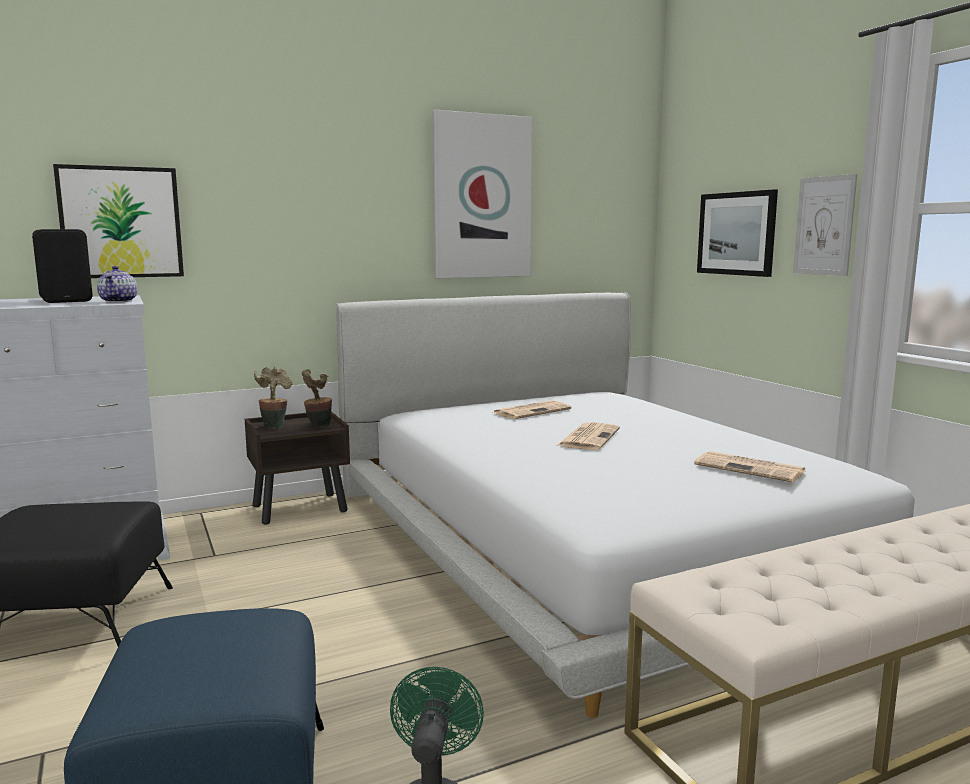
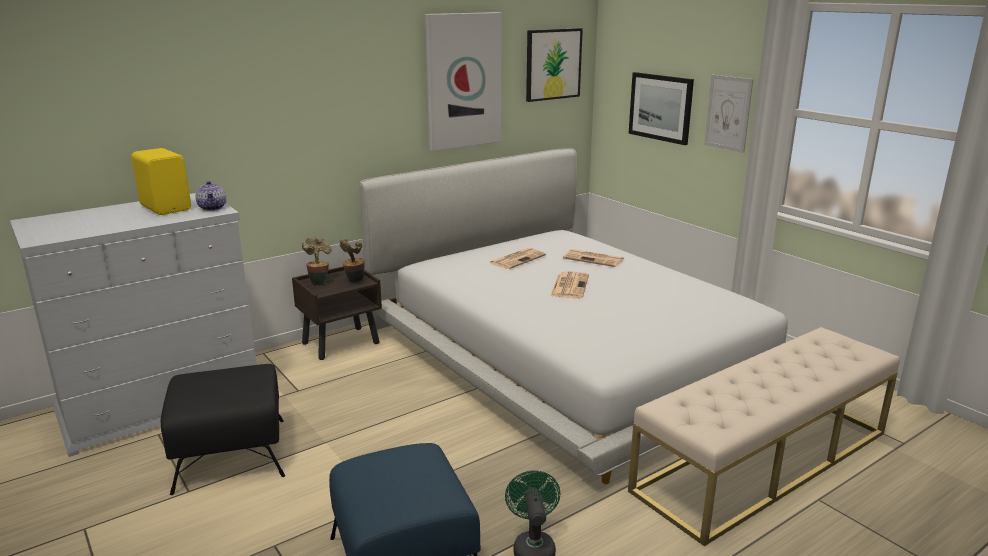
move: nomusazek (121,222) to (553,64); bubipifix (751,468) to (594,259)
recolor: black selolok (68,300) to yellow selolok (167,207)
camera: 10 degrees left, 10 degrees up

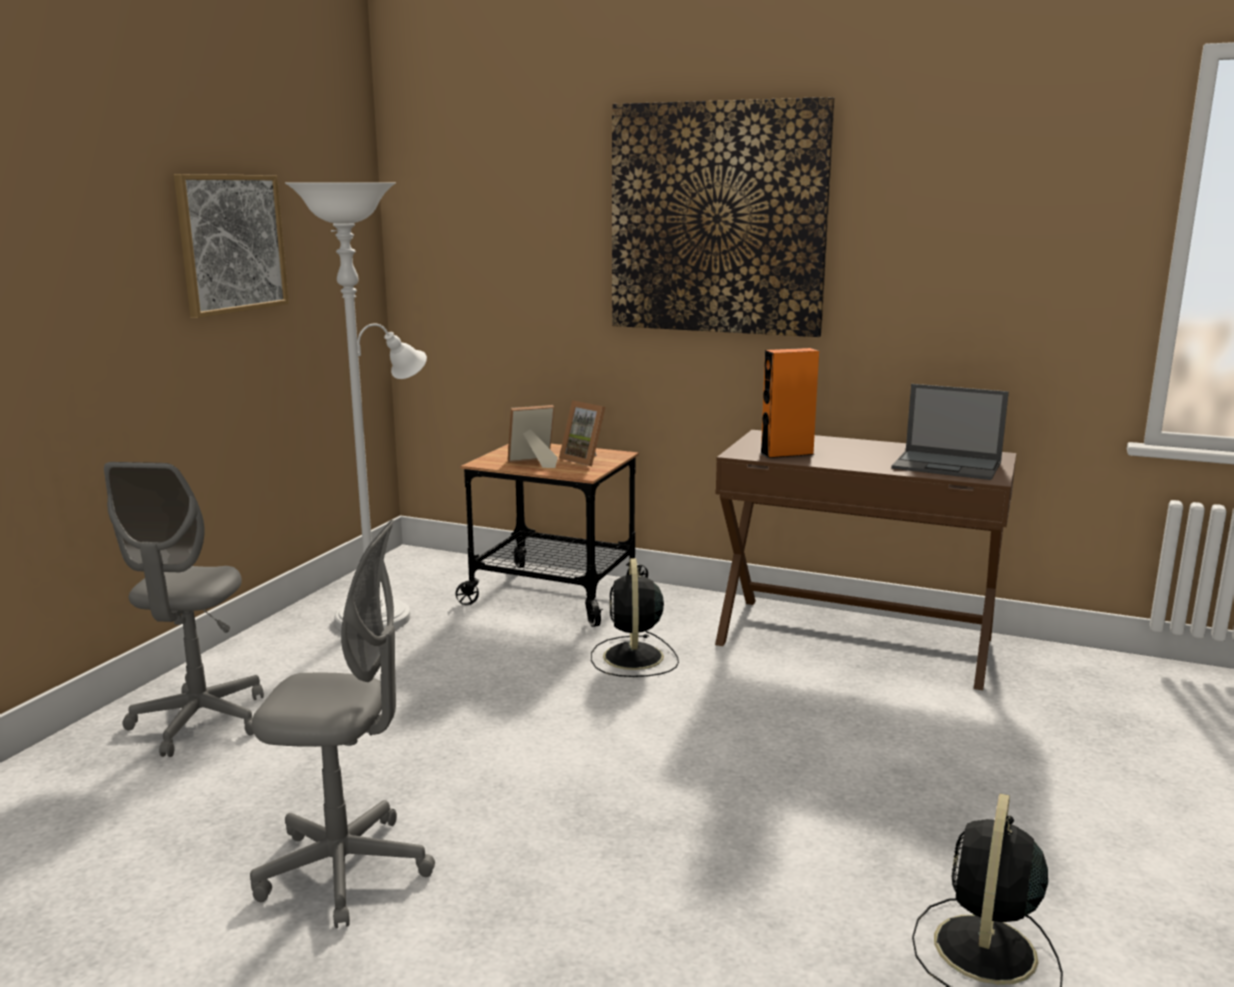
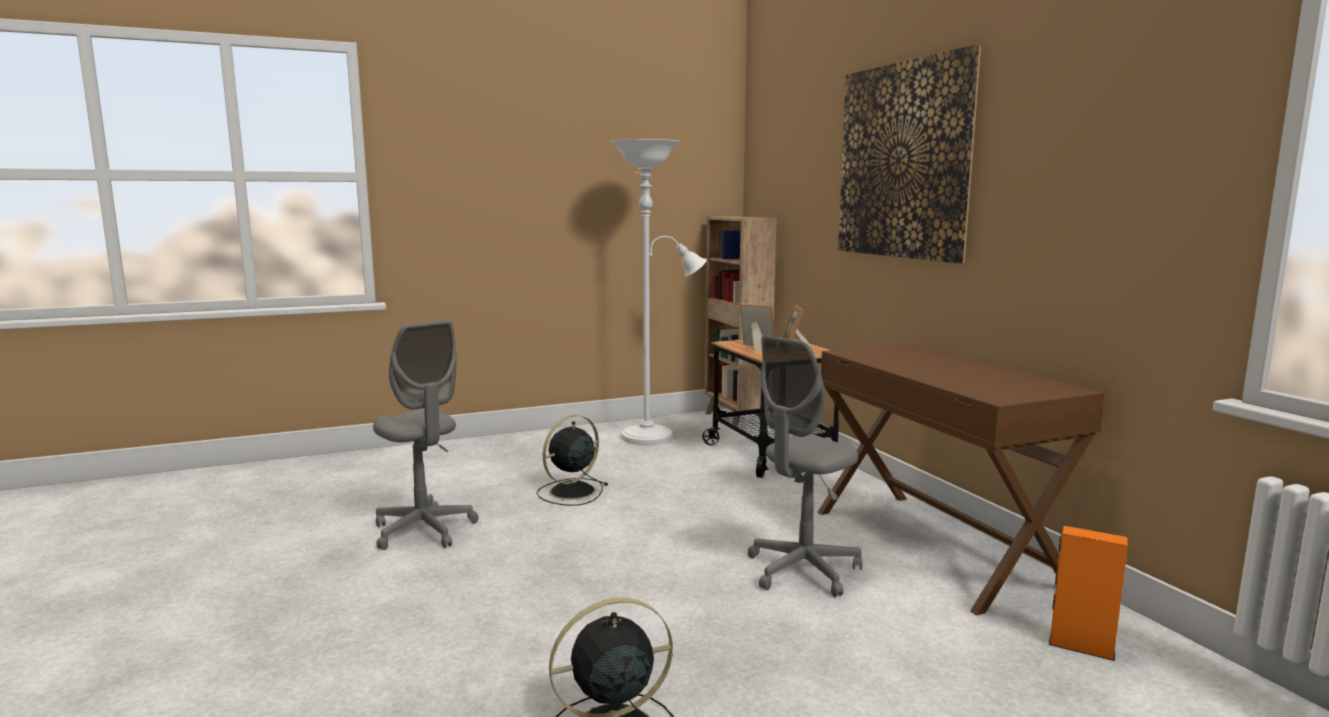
delete: nomusazek (231,243); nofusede (948,466)
insert: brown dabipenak (736,419)
move: orange selolok (787,453) to (1081,647); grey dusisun (200,721) to (803,571); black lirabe (633,658) to (570,492)
camera: 45 degrees right, 5 degrees down

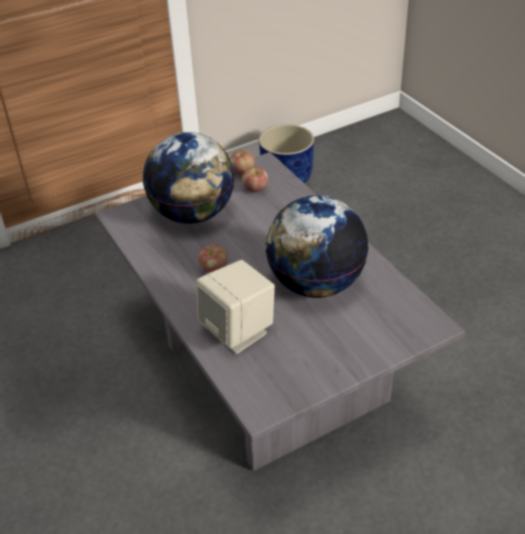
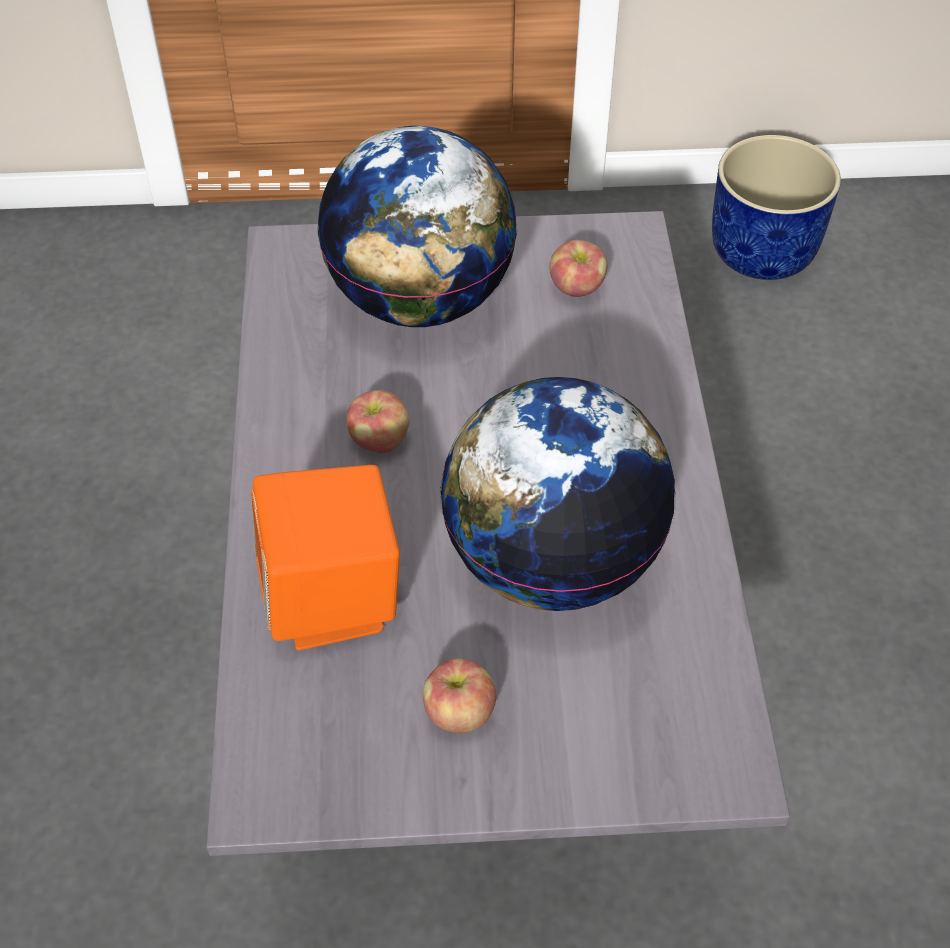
move: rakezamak (242,172) to (459,713)
recolor: beige selolok (238,331) to orange selolok (333,601)
camera: 25 degrees right, 10 degrees up

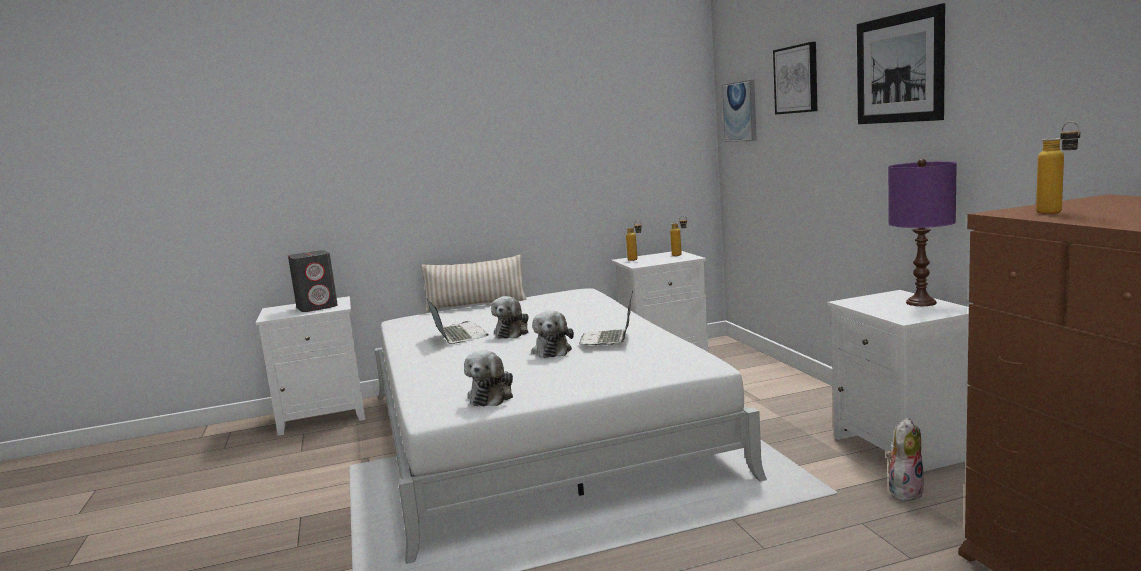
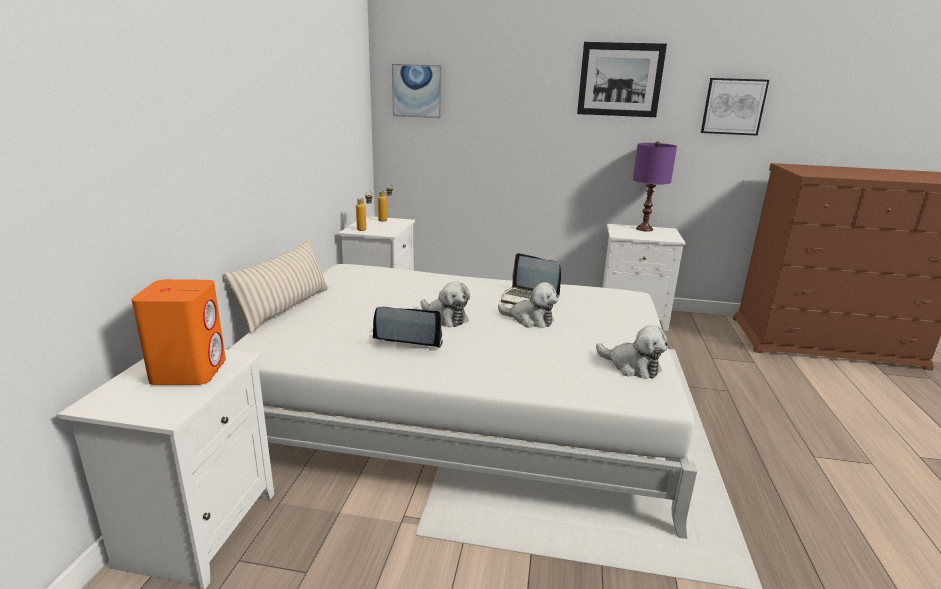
delete: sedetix (1057,213); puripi (904,491)
move: nomusazek (797,79) to (733,106)
recolor: grey selolok (317,307) to orange selolok (189,371)
camera: 65 degrees left, 10 degrees up

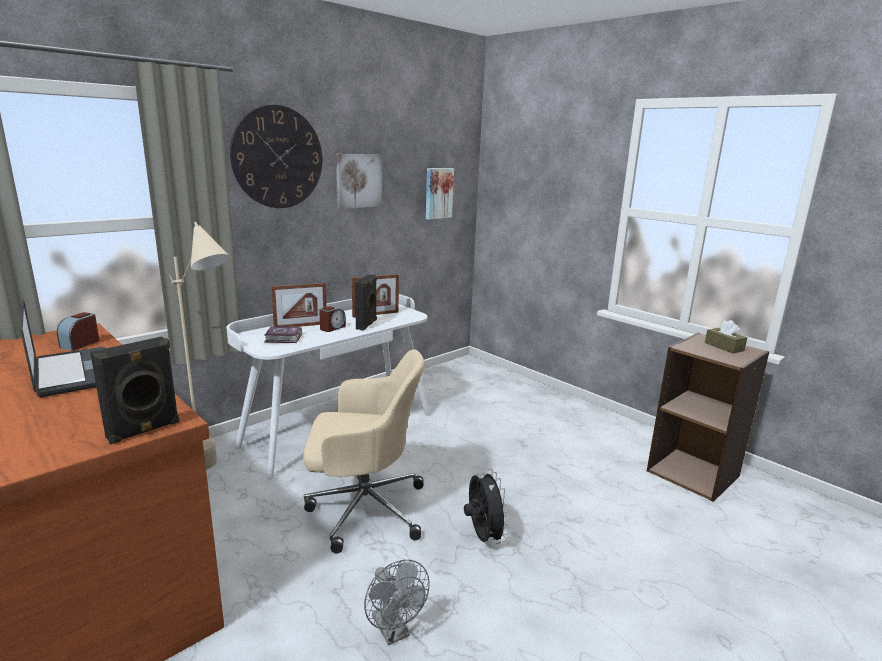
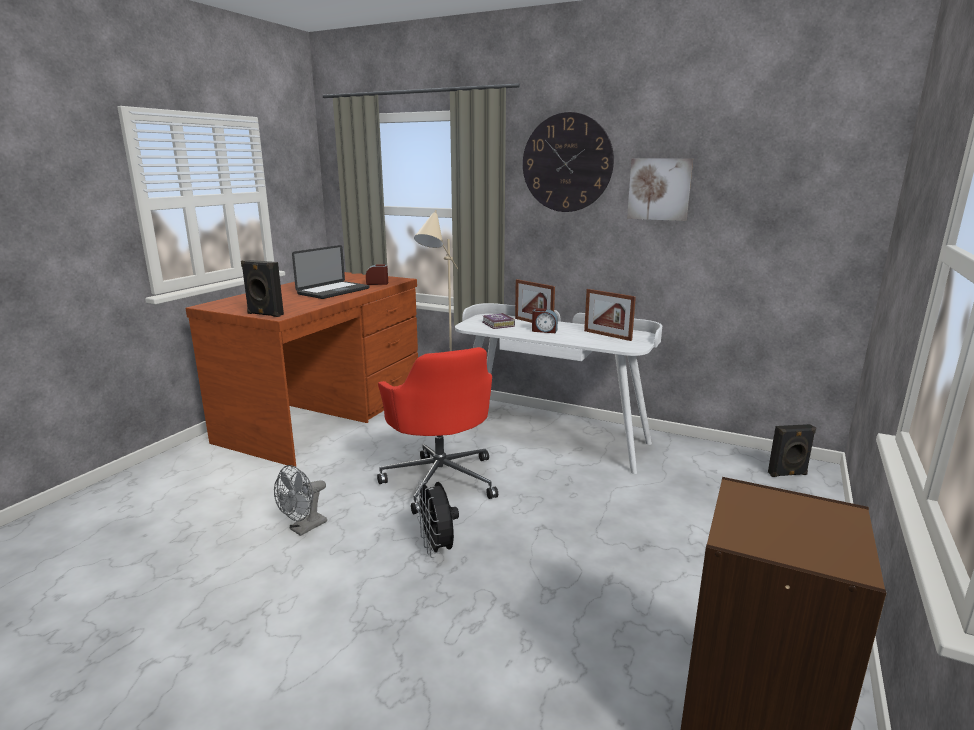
delete: nomusazek (438,193); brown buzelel (724,347)
move: black selolok (367,325) to (788,474)
recolor: beige dusisun (363,508) to red dusisun (441,480)
rotate: black lirabe (482,537) = (437,549) 105 degrees clockwise
camera: 70 degrees right, 0 degrees up

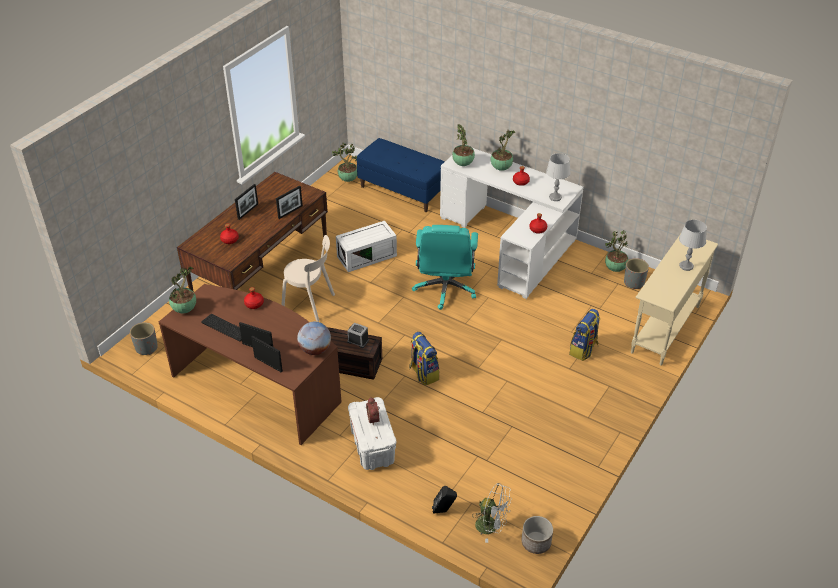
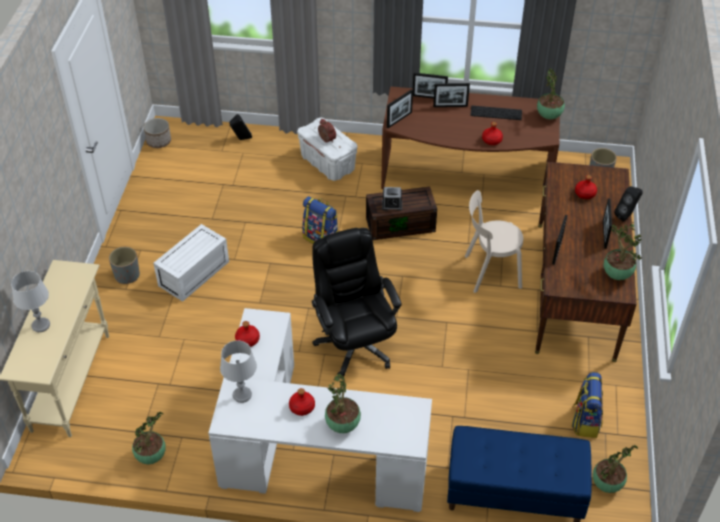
delete: white lirabe (491,526)
insert: black selolok (626,215)
move: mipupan (463,164) to (616,274); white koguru (367,255) to (194,274); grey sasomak (634,283) to (127,275); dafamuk (583,350) to (585,421)
replace: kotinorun (315,350) to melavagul (399,120)
recolor: turquoise dusisun (445,289) to black dusisun (355,344)
camera: 155 degrees right, 5 degrees up

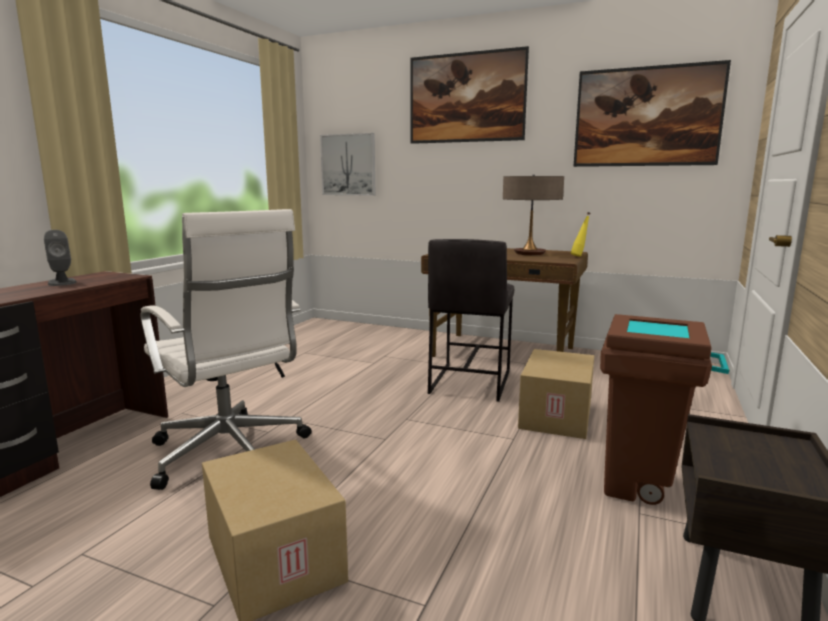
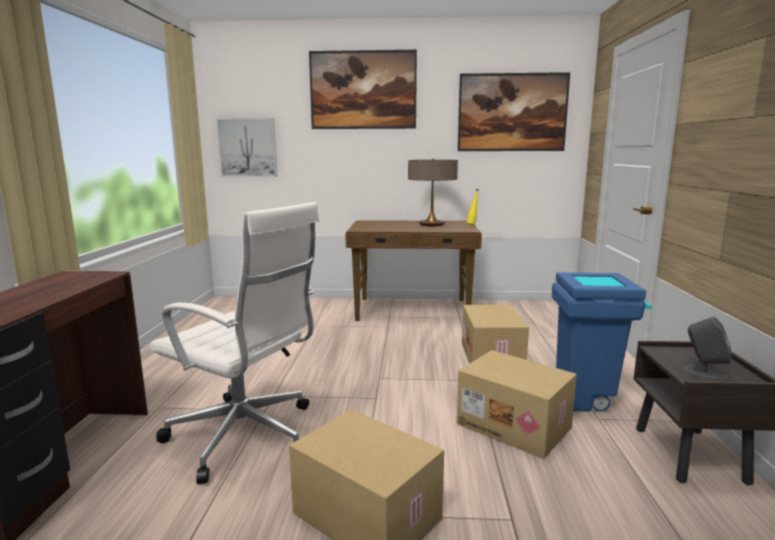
delete: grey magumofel (469,382)
insert: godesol (515,425)
move: grey selolok (62,282) to (705,373)
recolor: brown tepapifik (644,487) to blue tepapifik (589,400)
camera: 20 degrees left, 0 degrees up

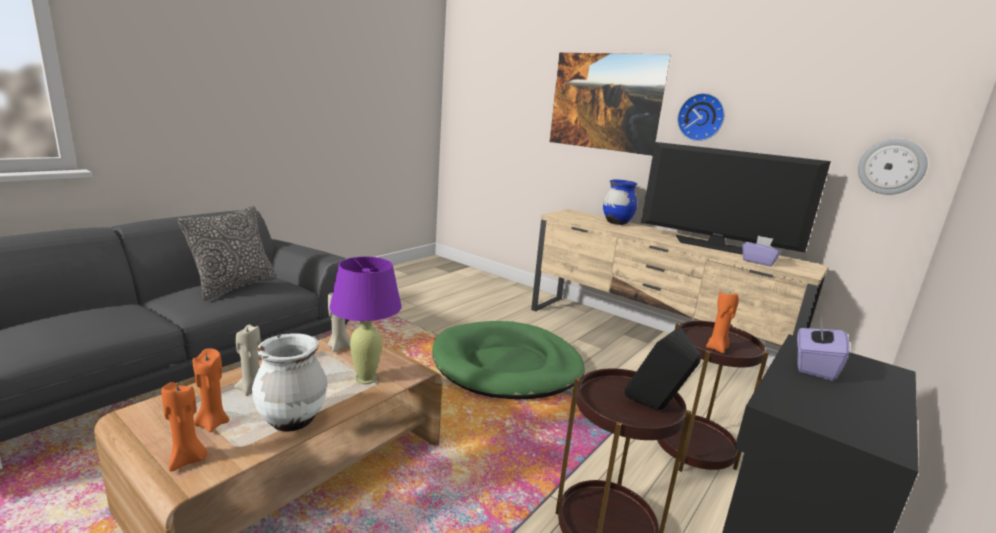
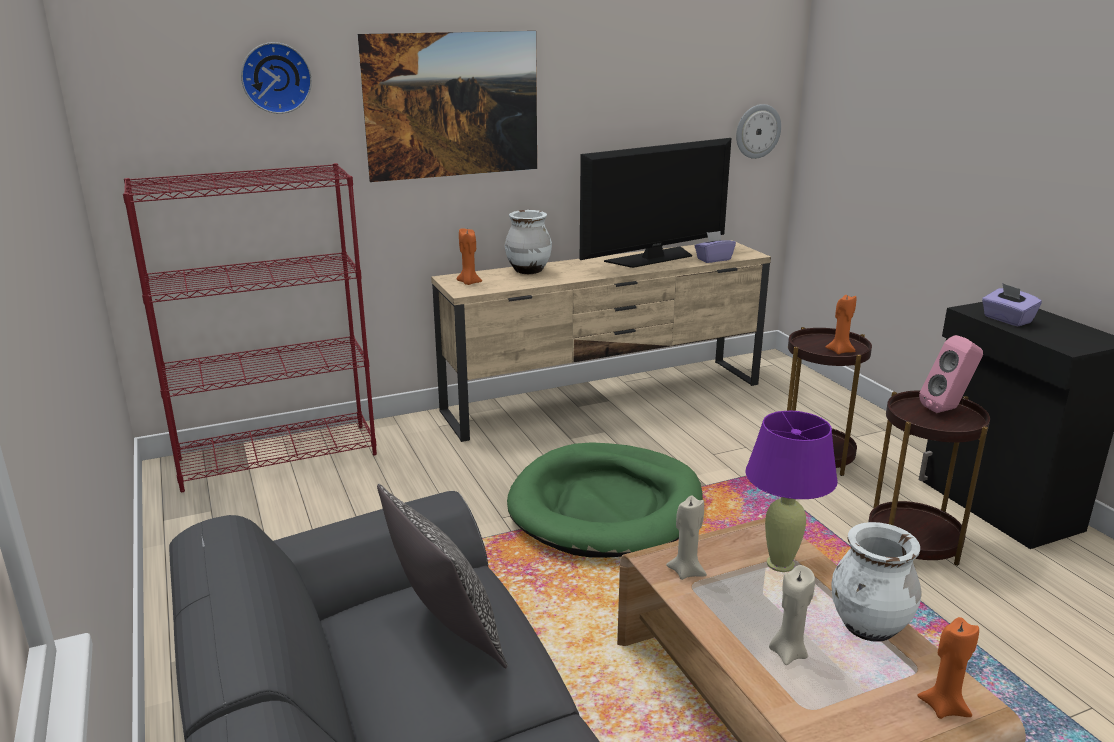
insert: red dabipenak (278,456)
move: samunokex (701,117) to (276,78); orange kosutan (212,423) to (469,283)
recolor: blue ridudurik (616,222) to white ridudurik (528,271); black selolok (655,408) to pink selolok (947,409)
camera: 60 degrees left, 5 degrees up

